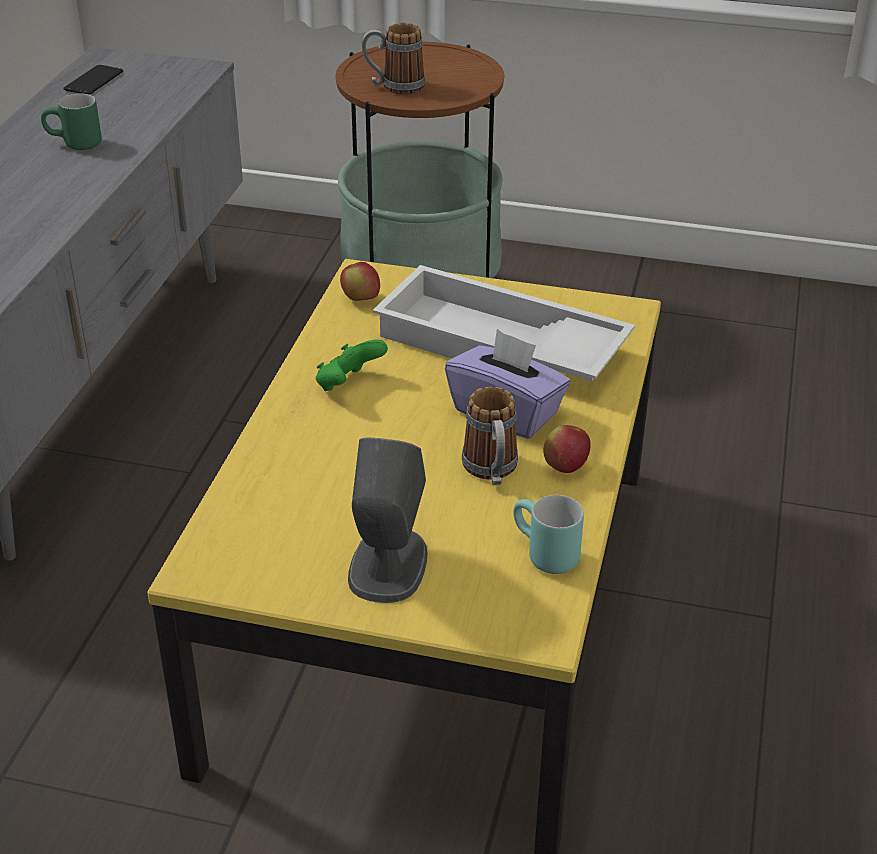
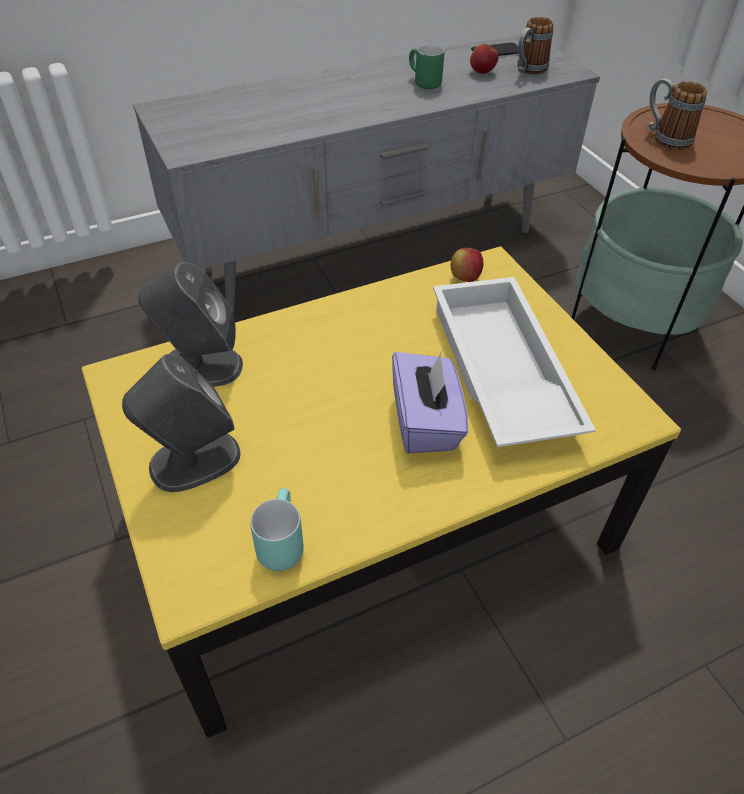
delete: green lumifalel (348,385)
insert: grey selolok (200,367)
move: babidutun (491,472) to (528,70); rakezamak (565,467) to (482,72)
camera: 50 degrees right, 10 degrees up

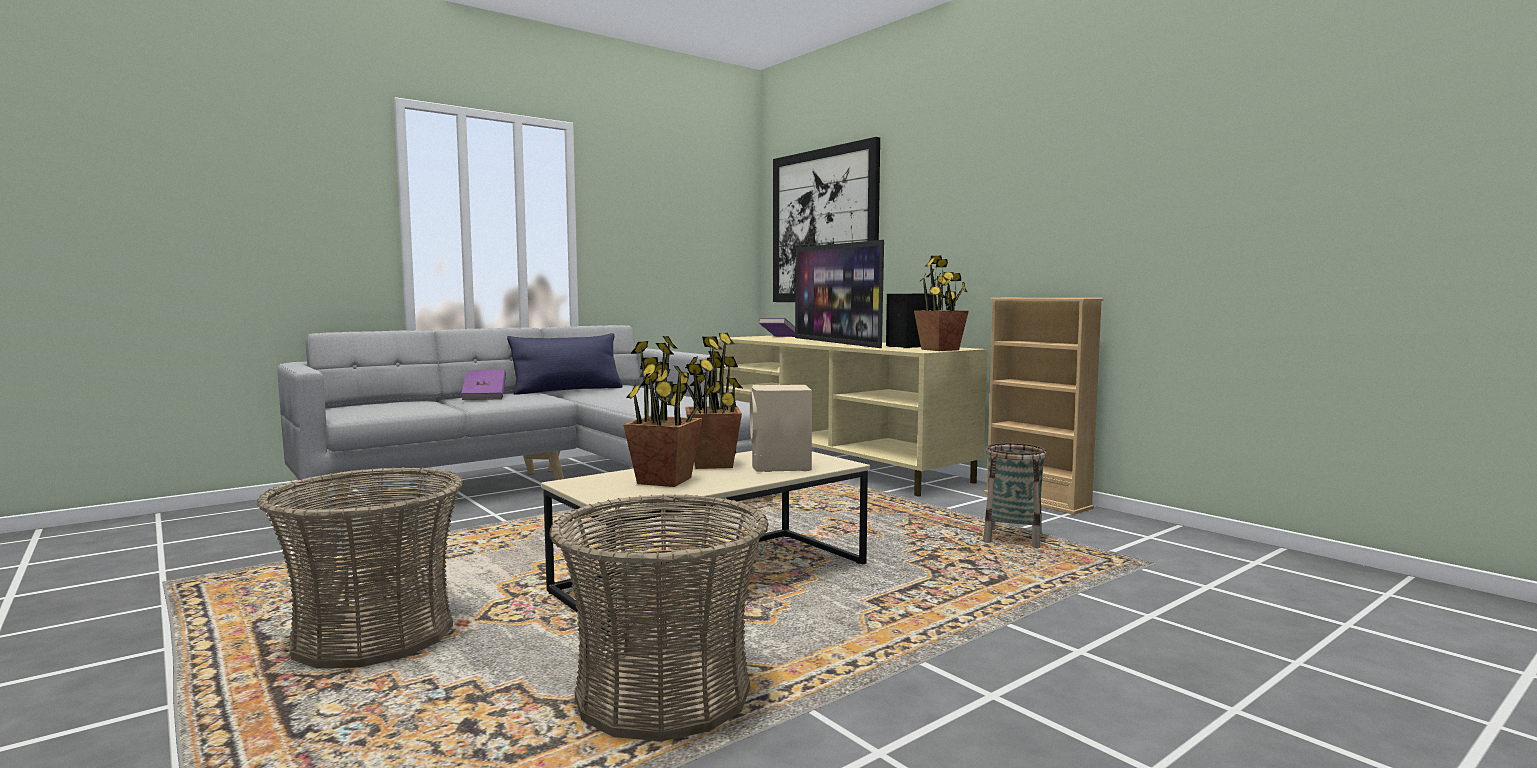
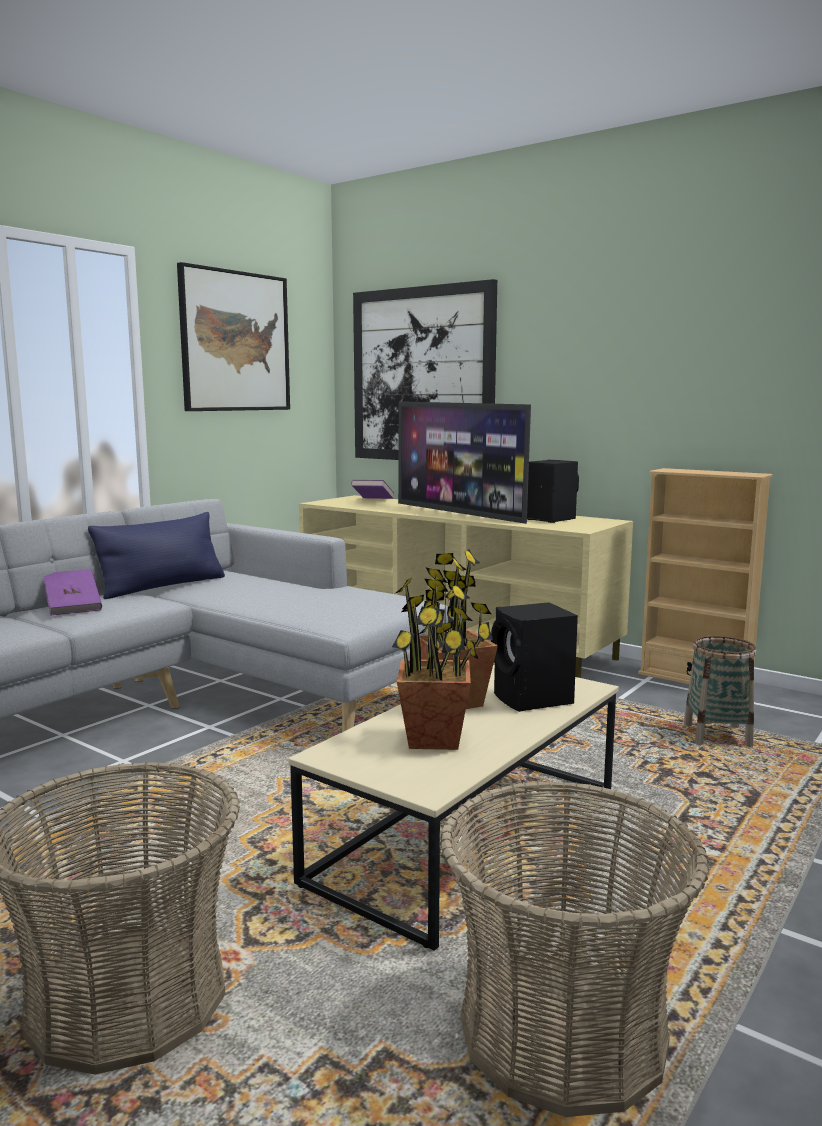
delete: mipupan (940,349)
insert: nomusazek (235,341)
recolor: beige selolok (780,467) to black selolok (533,700)
camera: 15 degrees left, 5 degrees up

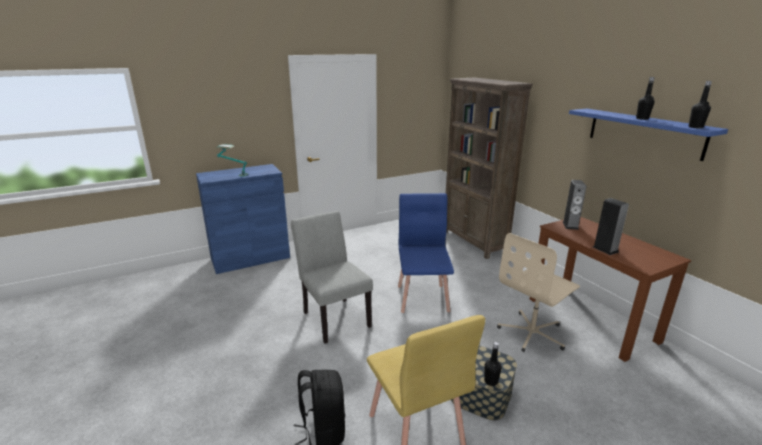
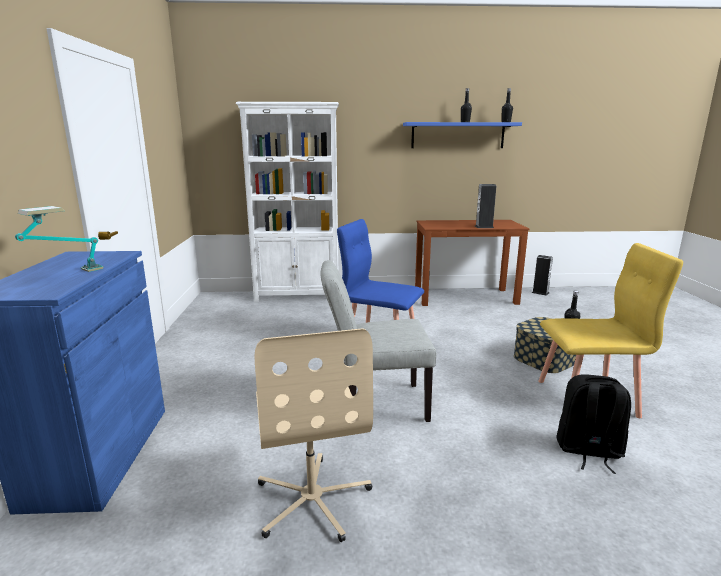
move: selolok (570,225) to (540,292); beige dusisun (532,333) to (313,499)
recolor: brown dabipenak (474,242) to white dabipenak (298,296)
camera: 65 degrees left, 5 degrees down

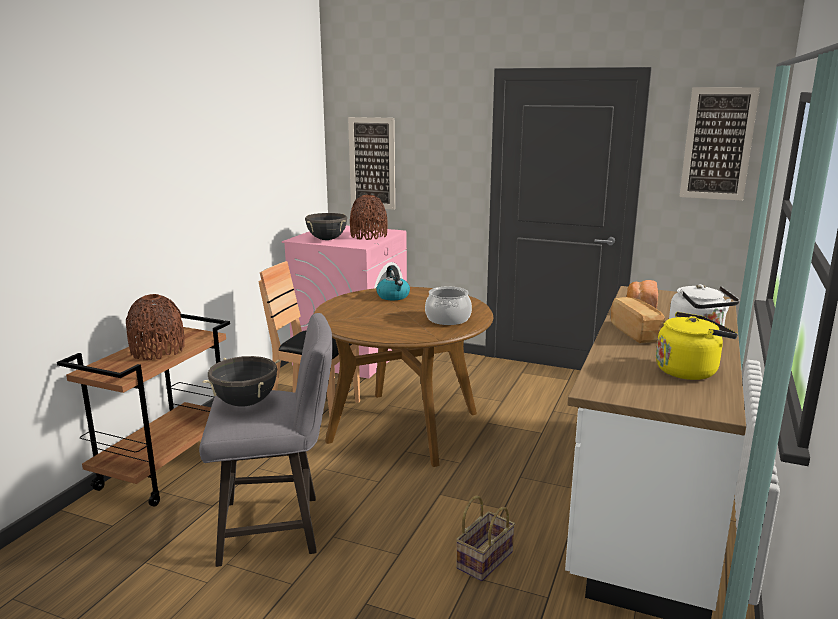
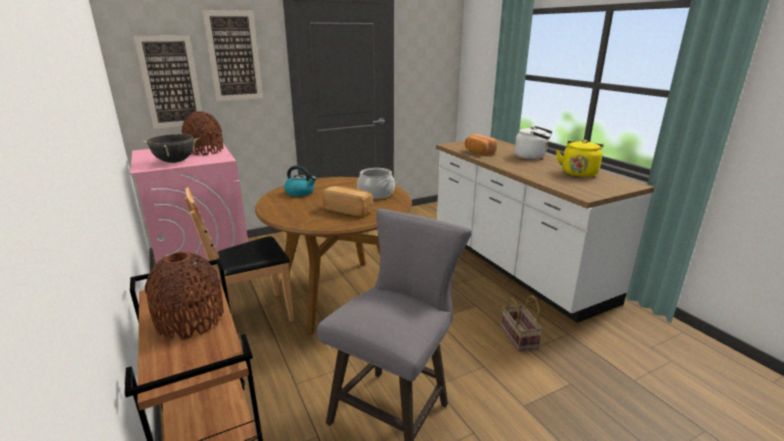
delete: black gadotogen (245,403)
move: nomusazek (718,144) to (234,56); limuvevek (637,333) to (348,210)
camera: 50 degrees left, 5 degrees up

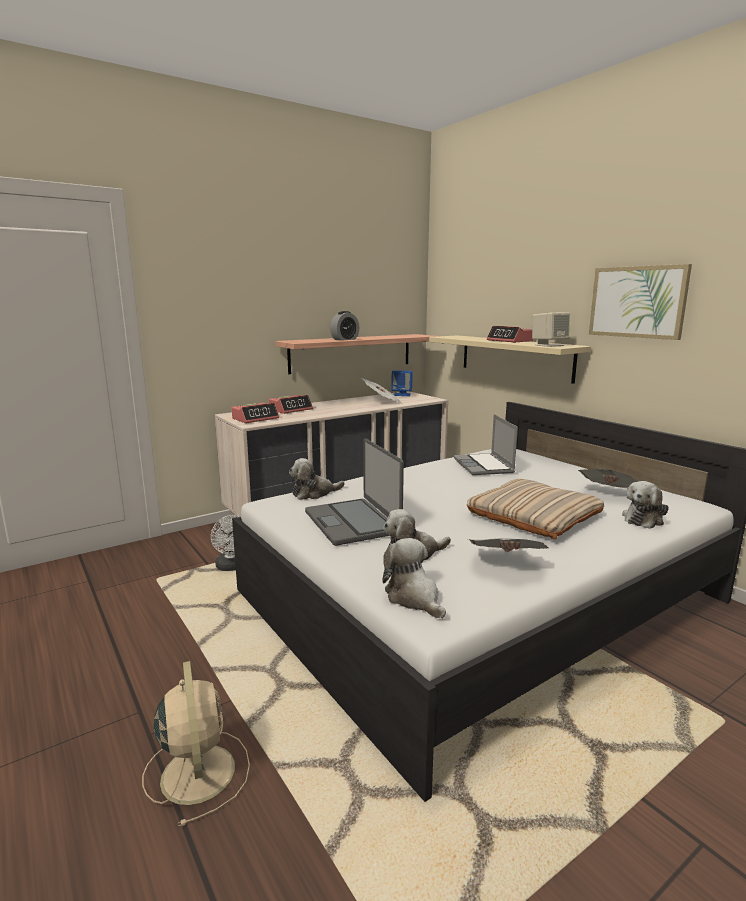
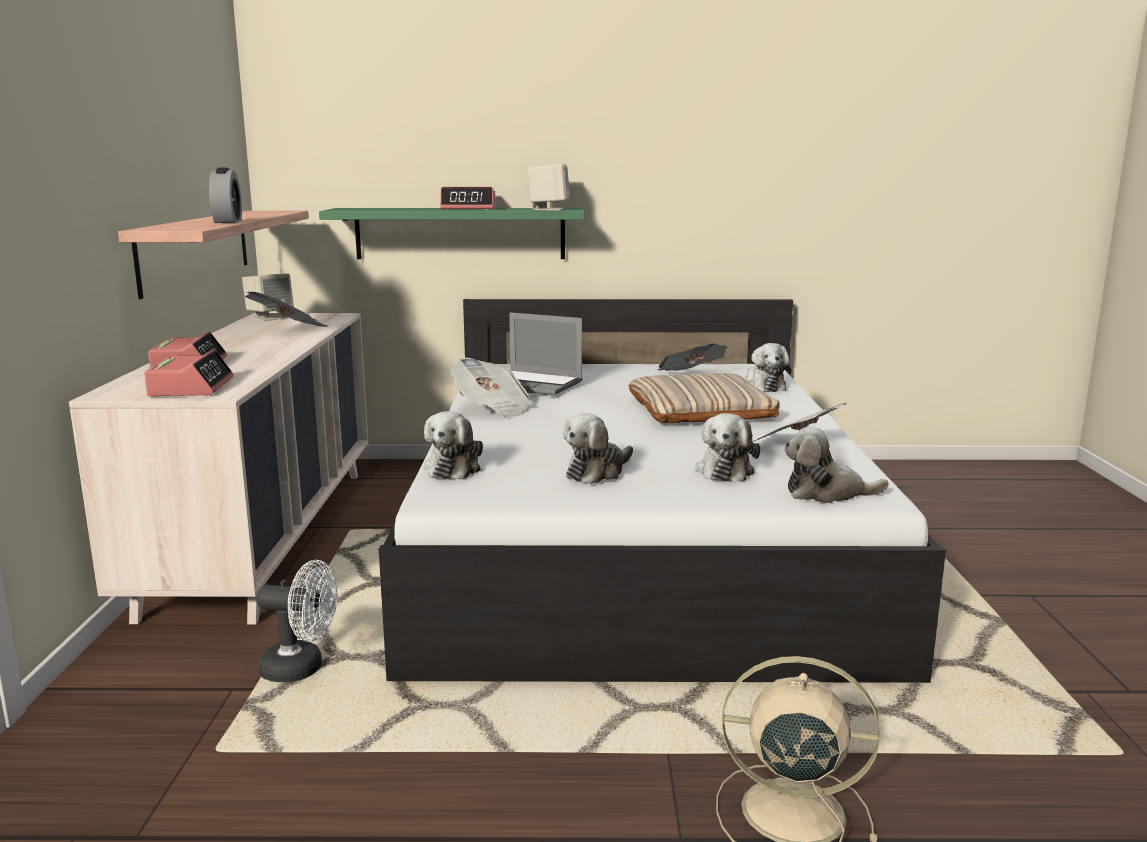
delete: nomusazek (637,302)
insert: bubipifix (492,409)
replace: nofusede (352,522) to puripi (597,472)
recolor: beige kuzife (515,357) to green kuzife (460,233); blue selolok (402,394) to beige selolok (270,318)
camera: 55 degrees left, 0 degrees up

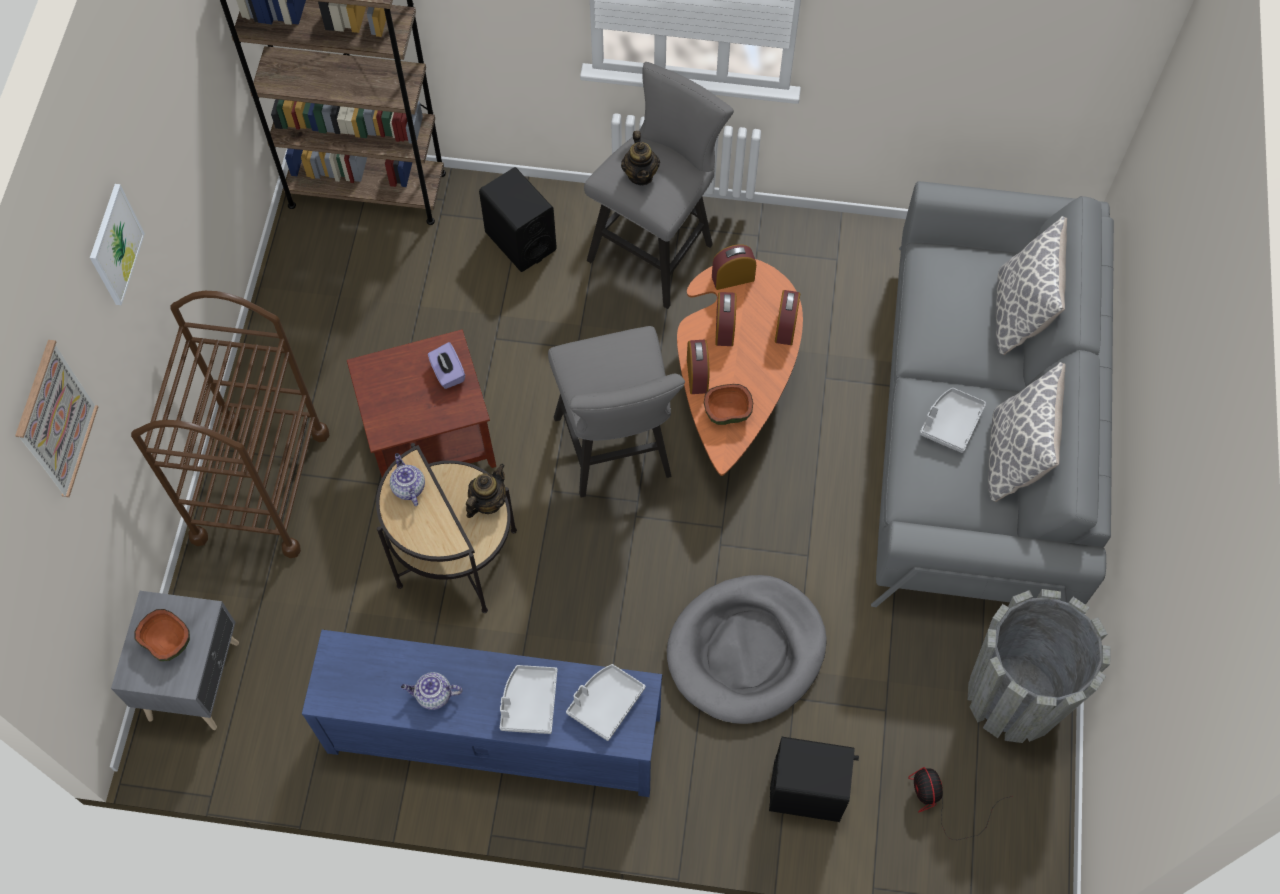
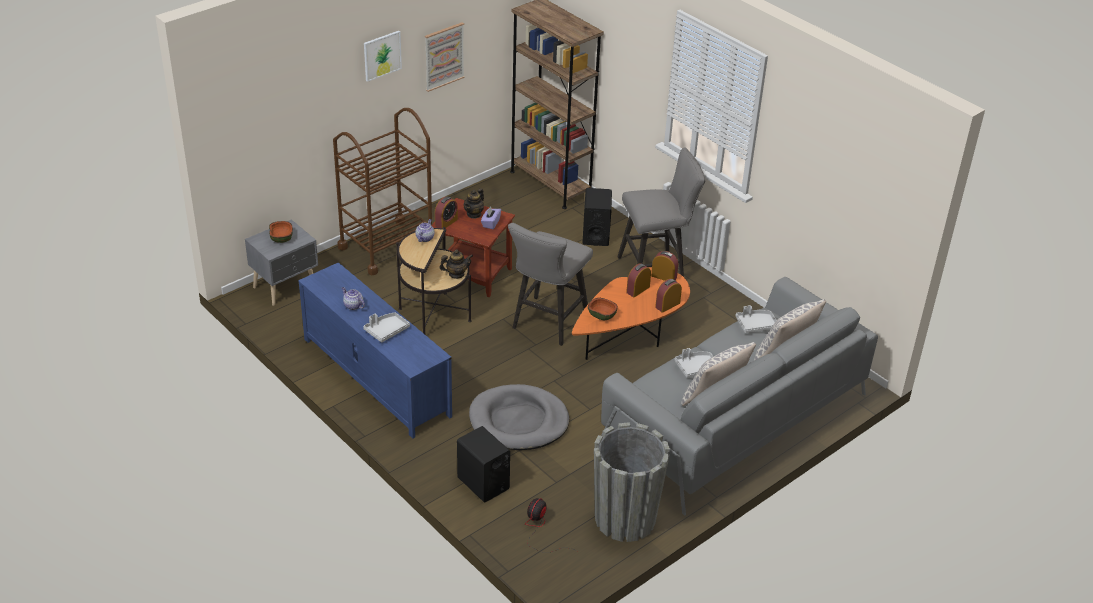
move: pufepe (640,175) to (474,214); nomusazek (55,419) to (444,56); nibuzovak (697,375) to (446,222); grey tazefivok (605,703) to (756,325)
camera: 40 degrees right, 25 degrees down

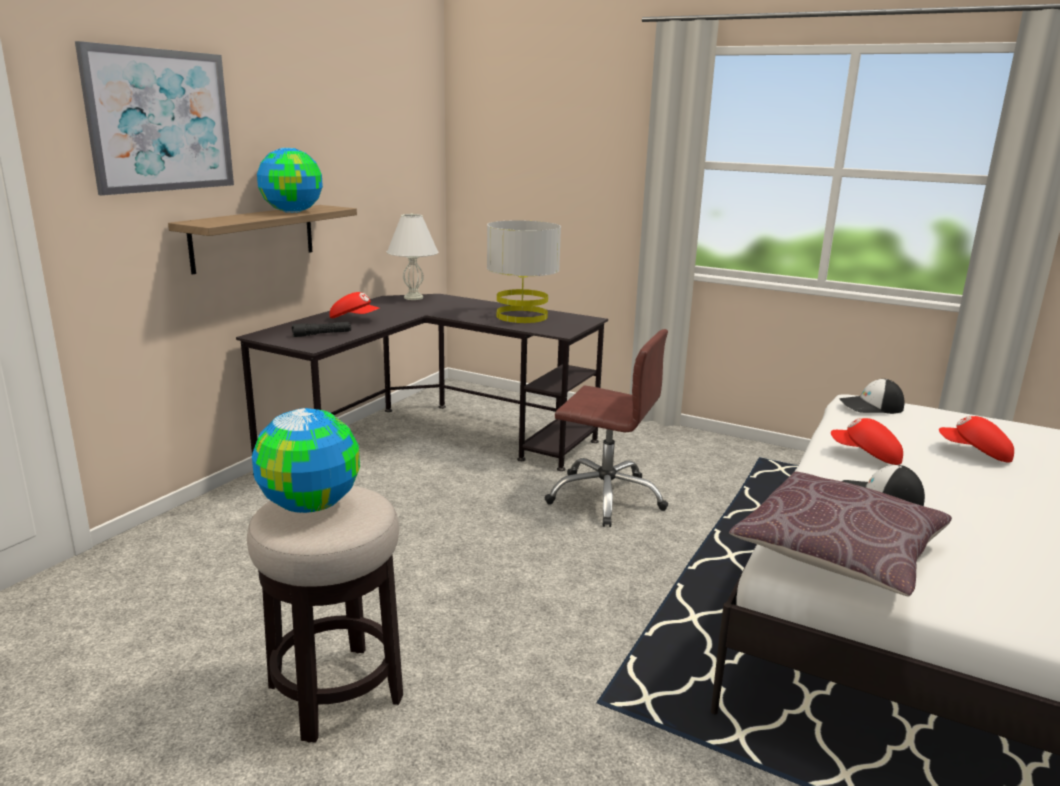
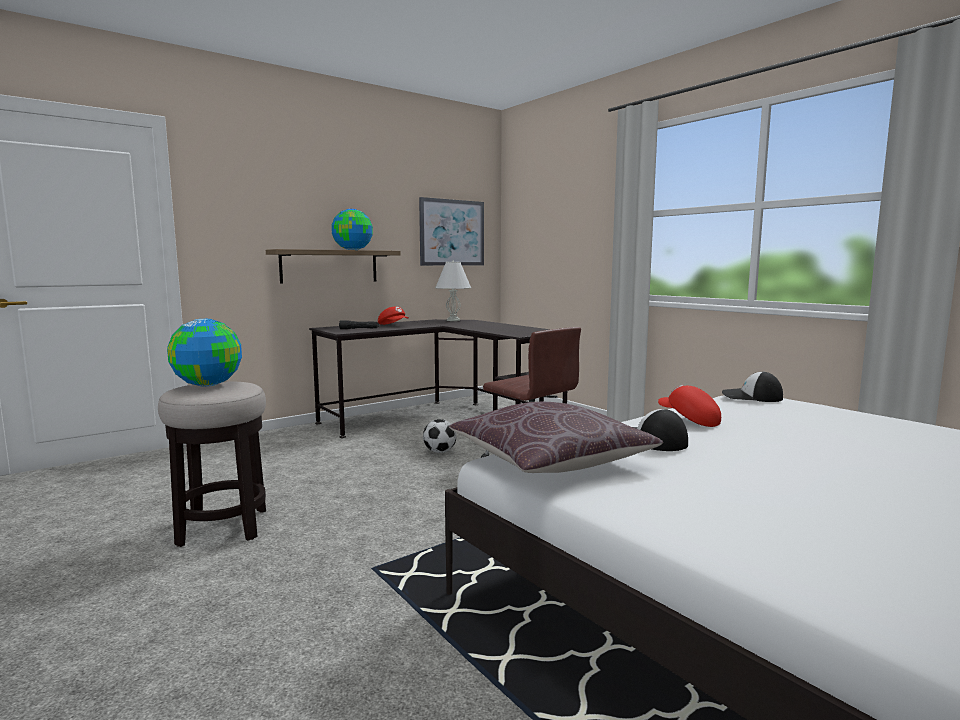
delete: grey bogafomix (521,316); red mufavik (975,453)
insert: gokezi (440,452)
move: nomusazek (161,121) to (452,233)
camera: 25 degrees right, 10 degrees down

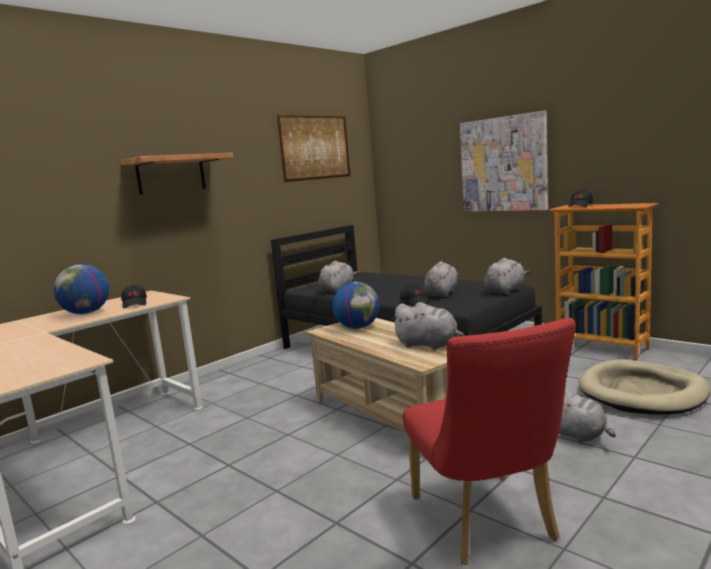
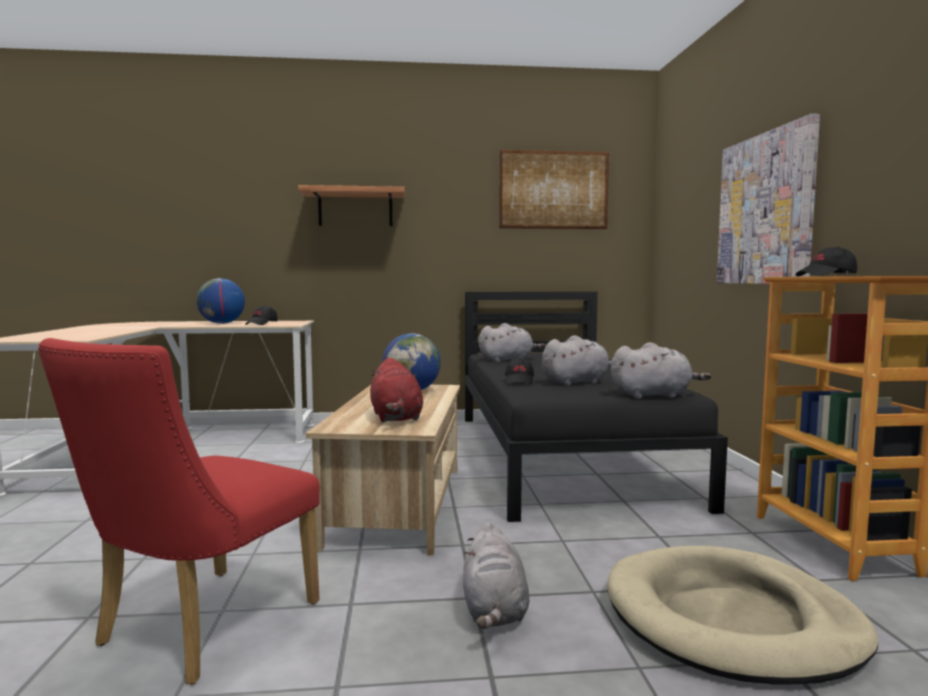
recolor: grey puripi (429,345) to red puripi (396,418)
camera: 40 degrees right, 5 degrees down

